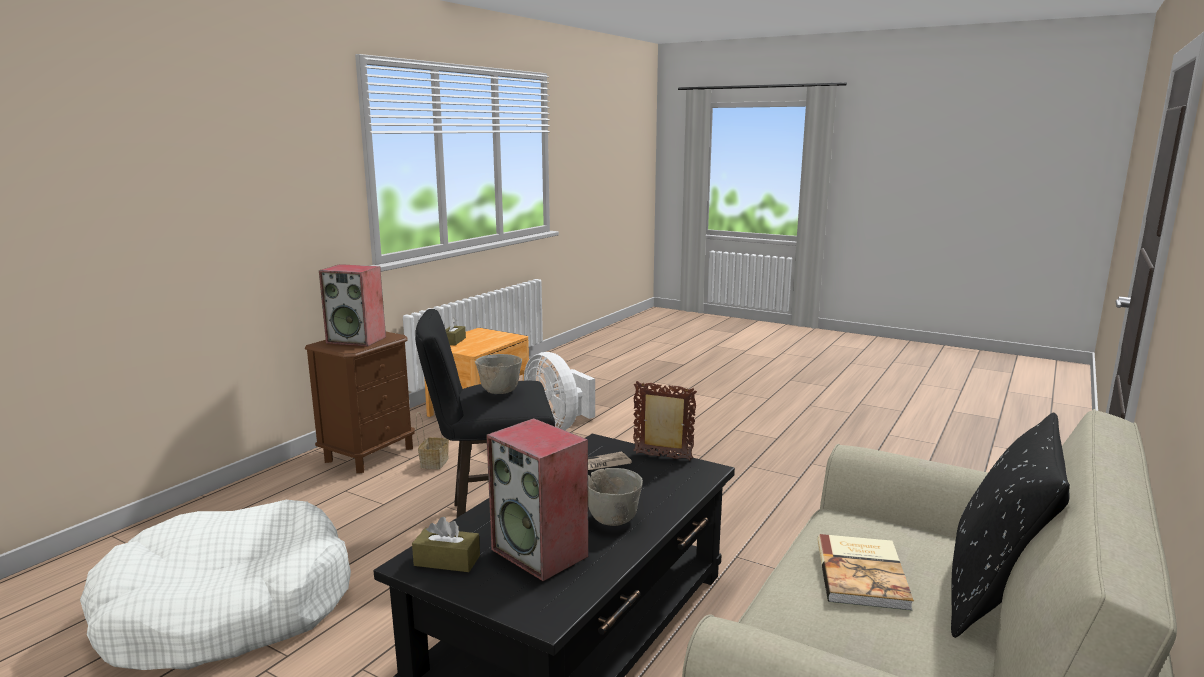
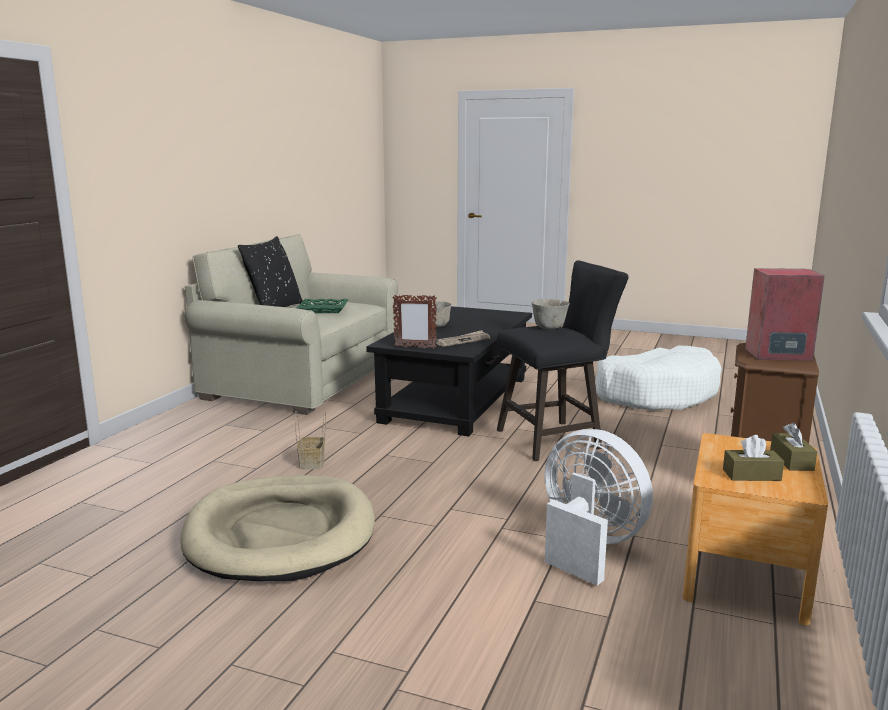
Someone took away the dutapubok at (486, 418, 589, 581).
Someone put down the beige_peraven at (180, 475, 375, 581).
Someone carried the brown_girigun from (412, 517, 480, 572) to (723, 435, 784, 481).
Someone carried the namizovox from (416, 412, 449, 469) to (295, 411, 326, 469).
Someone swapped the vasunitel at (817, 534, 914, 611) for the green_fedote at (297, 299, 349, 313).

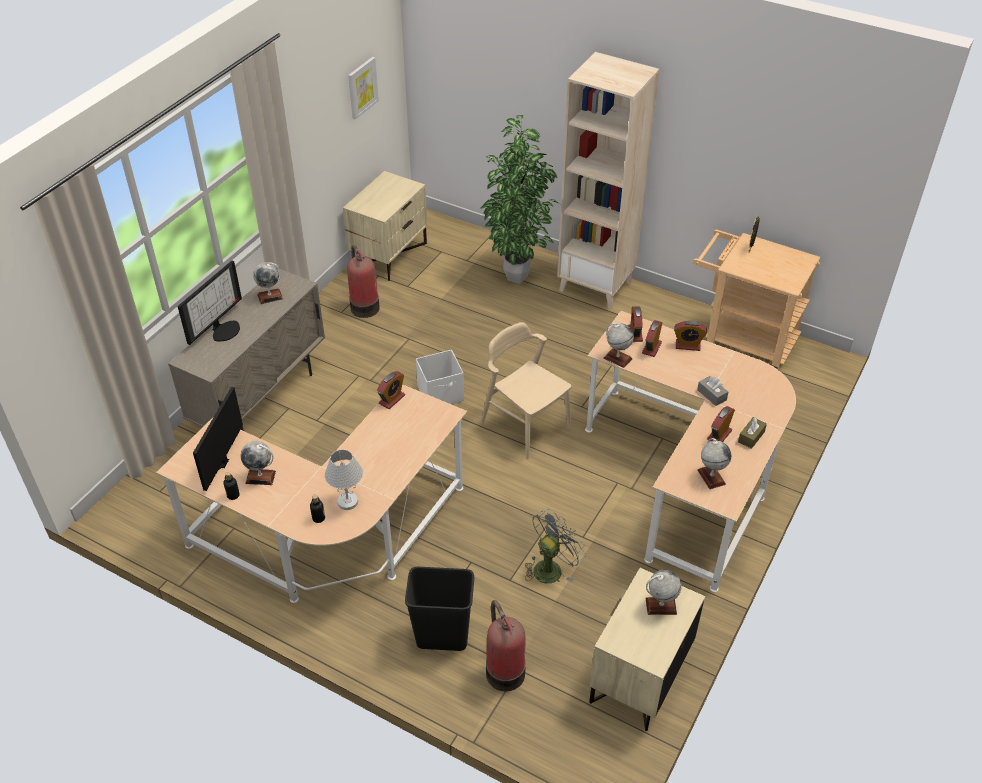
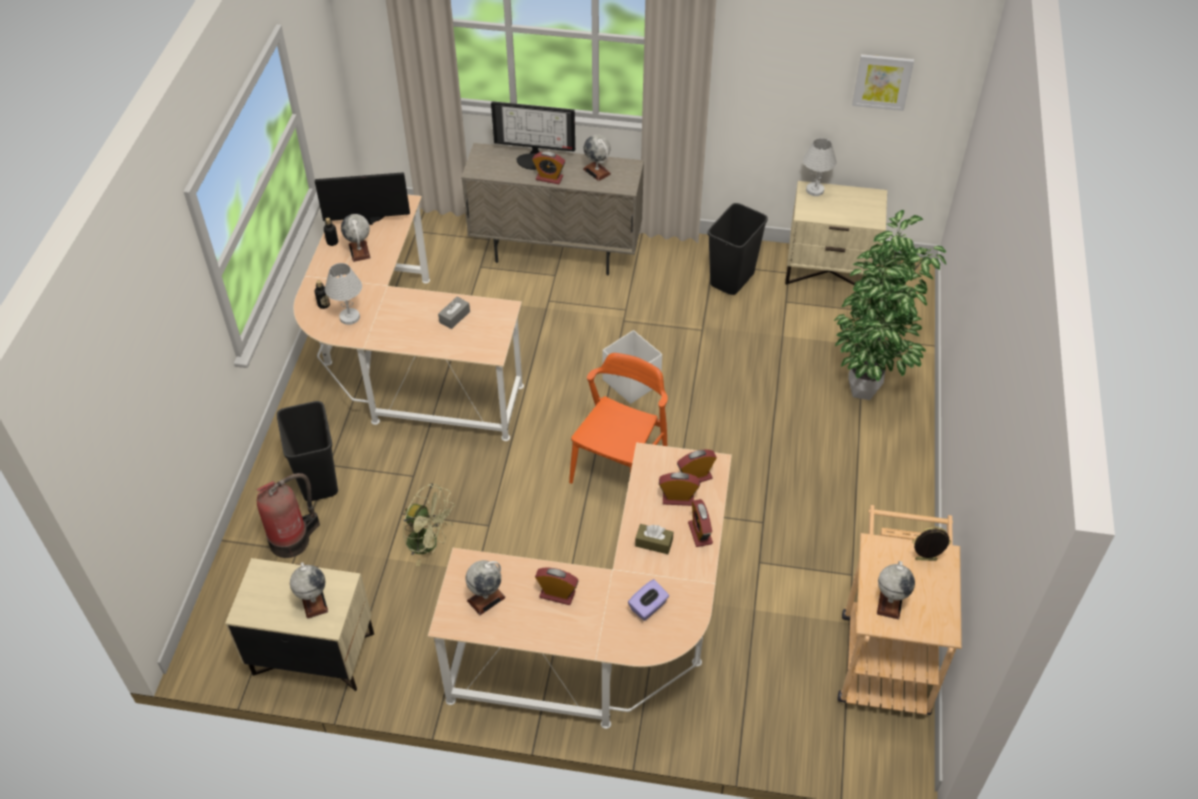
Someone took away the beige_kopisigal at (557, 52, 659, 309).
Someone put down the purple_girigun at (628, 579, 669, 621).
Someone put down the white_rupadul at (803, 138, 836, 196).
Someone carried the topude from (377, 371, 405, 409) to (532, 151, 565, 184).
Someone carried the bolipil from (603, 323, 634, 368) to (877, 561, 915, 619).
Someone carried the grey_girigun from (697, 376, 728, 406) to (438, 297, 470, 329).
Someone carried the brown_girigun from (738, 417, 767, 449) to (635, 524, 673, 554).
Someone swapped the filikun at (347, 245, 380, 318) for the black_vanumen at (707, 203, 768, 295).
Someone repainted the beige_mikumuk at (481, 322, 572, 460), which became the orange_mikumuk at (569, 353, 668, 484).
Someone repainted the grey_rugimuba at (525, 509, 586, 584), which became the green_rugimuba at (403, 483, 455, 566).

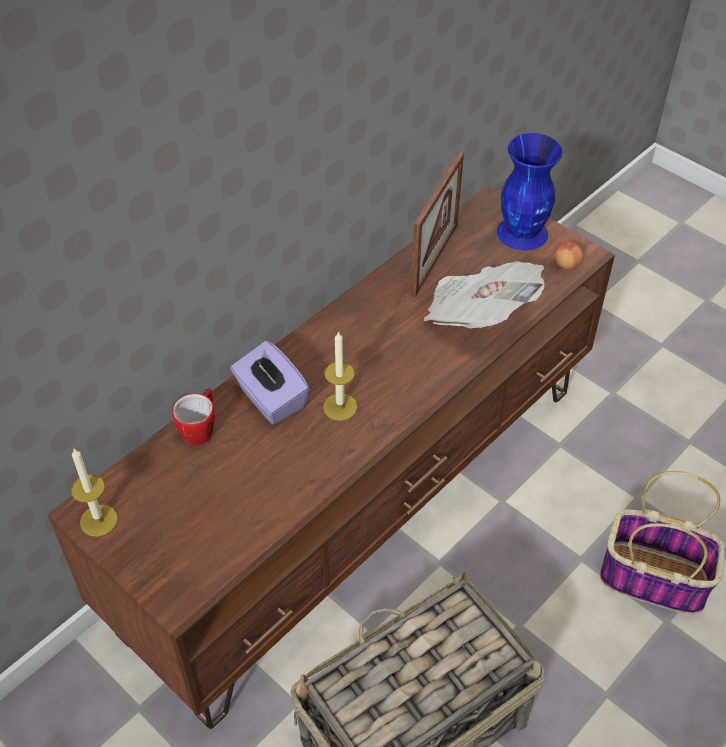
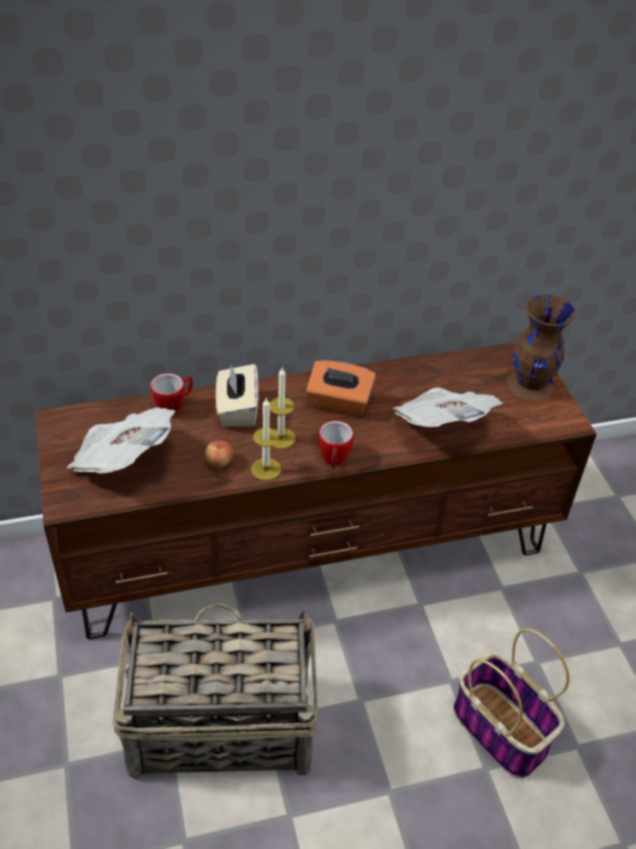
Someone took away the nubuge at (411, 152, 464, 297).
Someone put down the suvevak at (67, 407, 175, 474).
Someone put down the orange_girigun at (306, 360, 376, 416).
Someone put down the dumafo at (318, 421, 354, 468).
Someone carried the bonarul from (71, 449, 118, 537) to (251, 398, 281, 480).
Someone carried the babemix from (554, 242, 583, 270) to (205, 440, 233, 468).
Someone repainted the purple_girigun at (230, 341, 310, 425), which became the beige_girigun at (216, 364, 258, 427).
Someone repainted the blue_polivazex at (497, 133, 562, 250), which became the brown_polivazex at (507, 295, 575, 401).

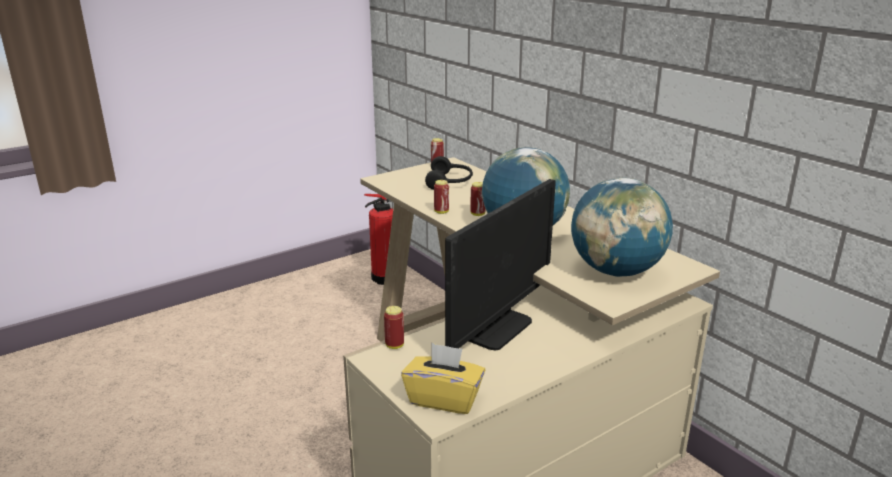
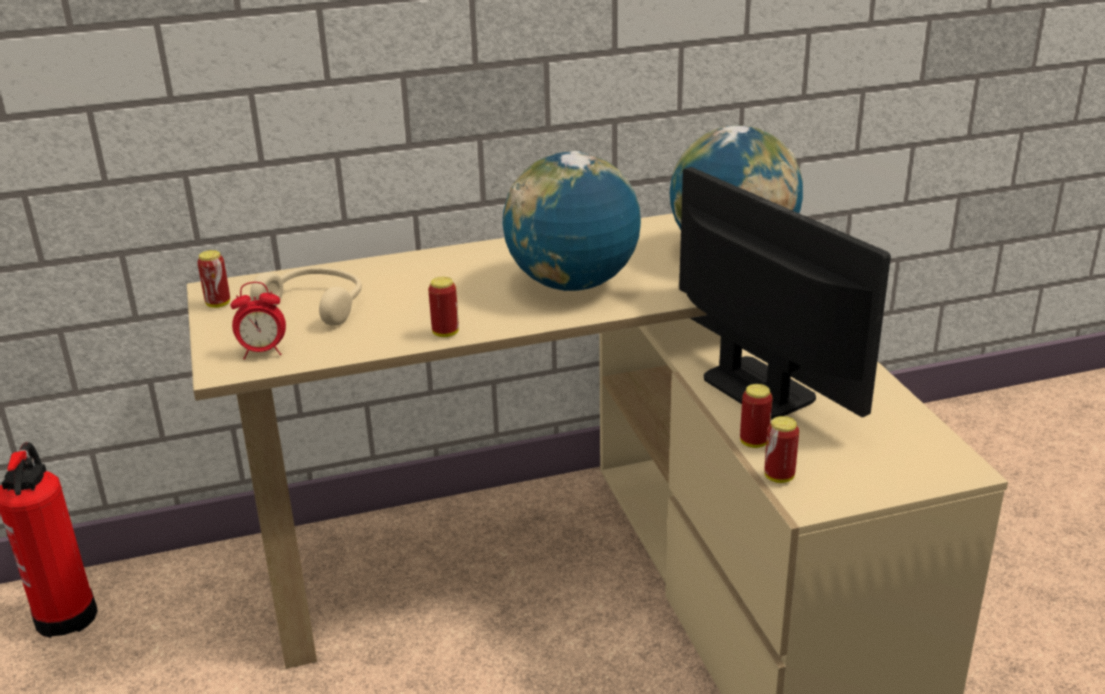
Someone took away the yellow_girigun at (401, 343, 485, 414).
Someone put down the topude at (231, 282, 286, 359).
Someone carried the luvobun from (470, 182, 486, 216) to (740, 384, 773, 448).
Someone repainted the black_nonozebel at (425, 156, 473, 190), which became the beige_nonozebel at (250, 267, 362, 326).

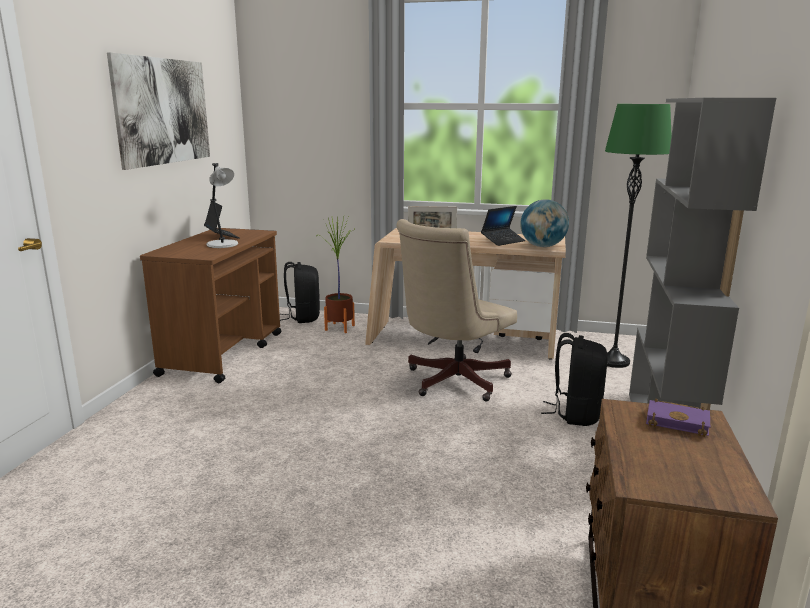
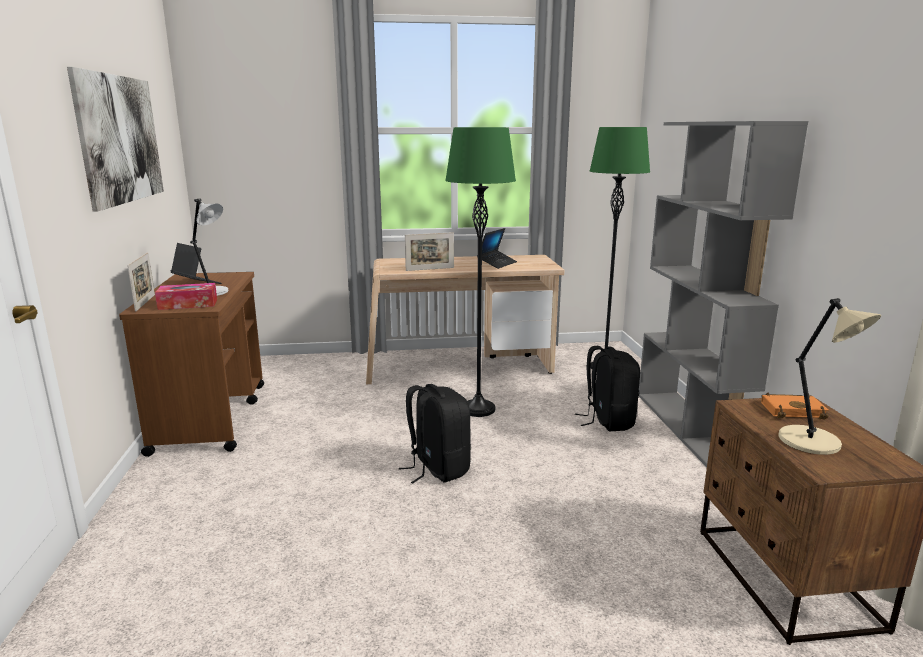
Someone took away the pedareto at (324, 215, 355, 333).
Someone took away the bolipil at (520, 199, 569, 247).
Someone put down the nubuge at (127, 252, 155, 312).
Someone put down the girigun at (155, 283, 217, 310).
Someone put down the beige_rupadul at (778, 298, 881, 455).
Someone carried the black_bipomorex from (280, 262, 320, 323) to (399, 384, 471, 484).
Someone swapped the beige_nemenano at (396, 219, 517, 401) for the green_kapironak at (445, 127, 516, 417).
Someone repainted the purple_vasunitel at (646, 398, 710, 437), which became the orange_vasunitel at (761, 392, 829, 419).

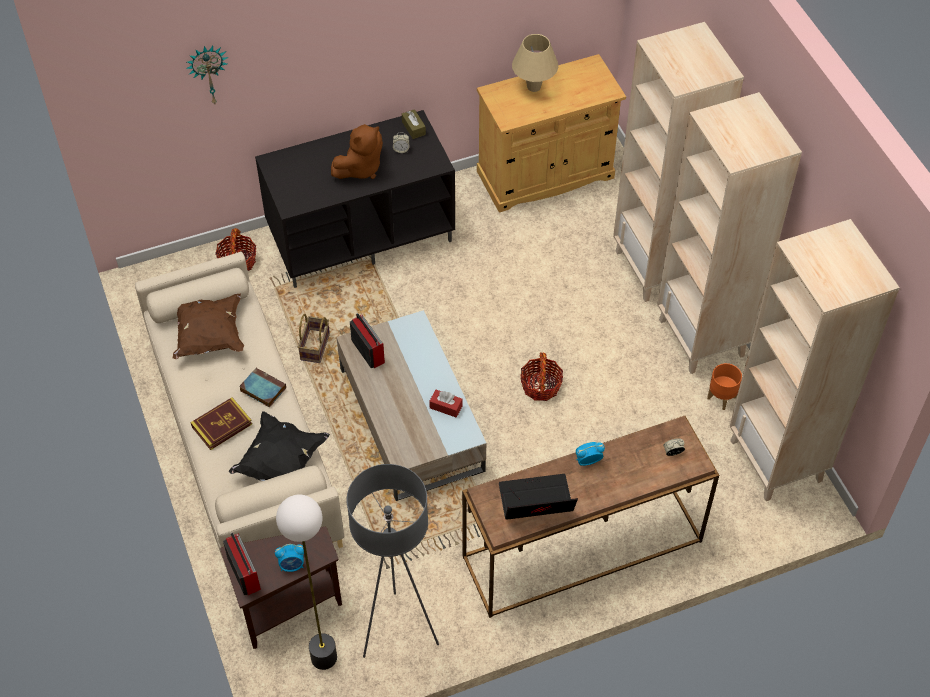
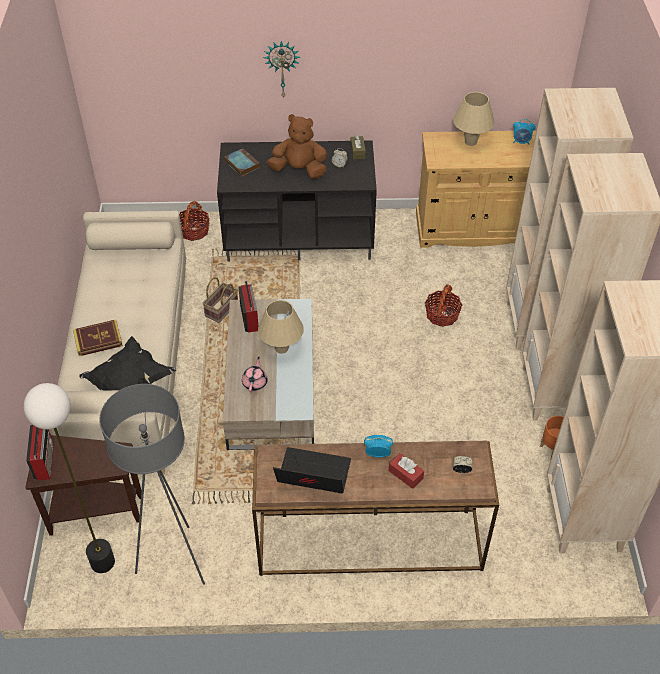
Someone took away the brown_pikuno at (173, 294, 244, 359).
Someone put down the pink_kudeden at (242, 357, 268, 392).
Someone put down the beige_rupadul at (258, 300, 304, 354).
Someone carried the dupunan from (186, 46, 229, 104) to (263, 41, 300, 99).
Someone carried the vasunitel from (239, 368, 286, 408) to (225, 148, 260, 177).
Someone carried the topude from (275, 544, 304, 572) to (513, 119, 536, 145).
Someone carried the red_girigun from (429, 390, 463, 418) to (389, 453, 424, 489).
Someone carried the namizovox from (520, 352, 563, 401) to (425, 284, 462, 327).
Someone rotated the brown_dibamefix at (331, 124, 383, 179) by 150 degrees counterclockwise.

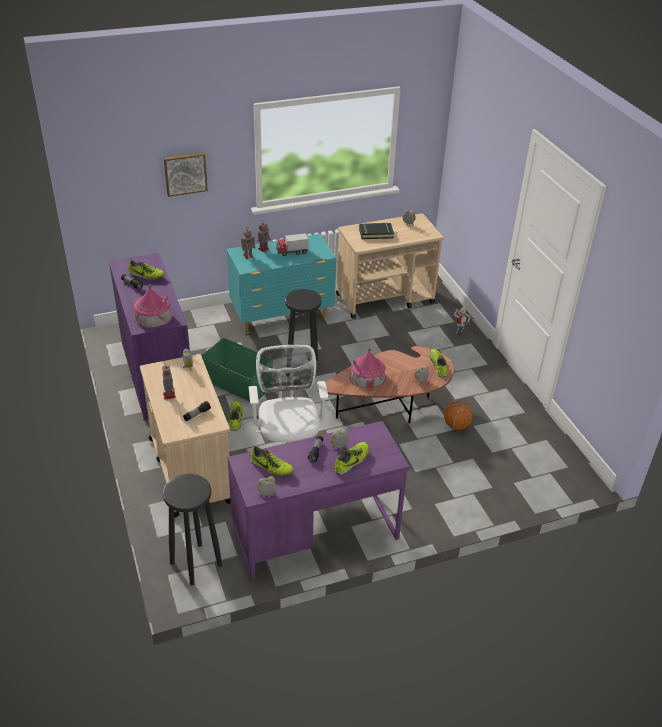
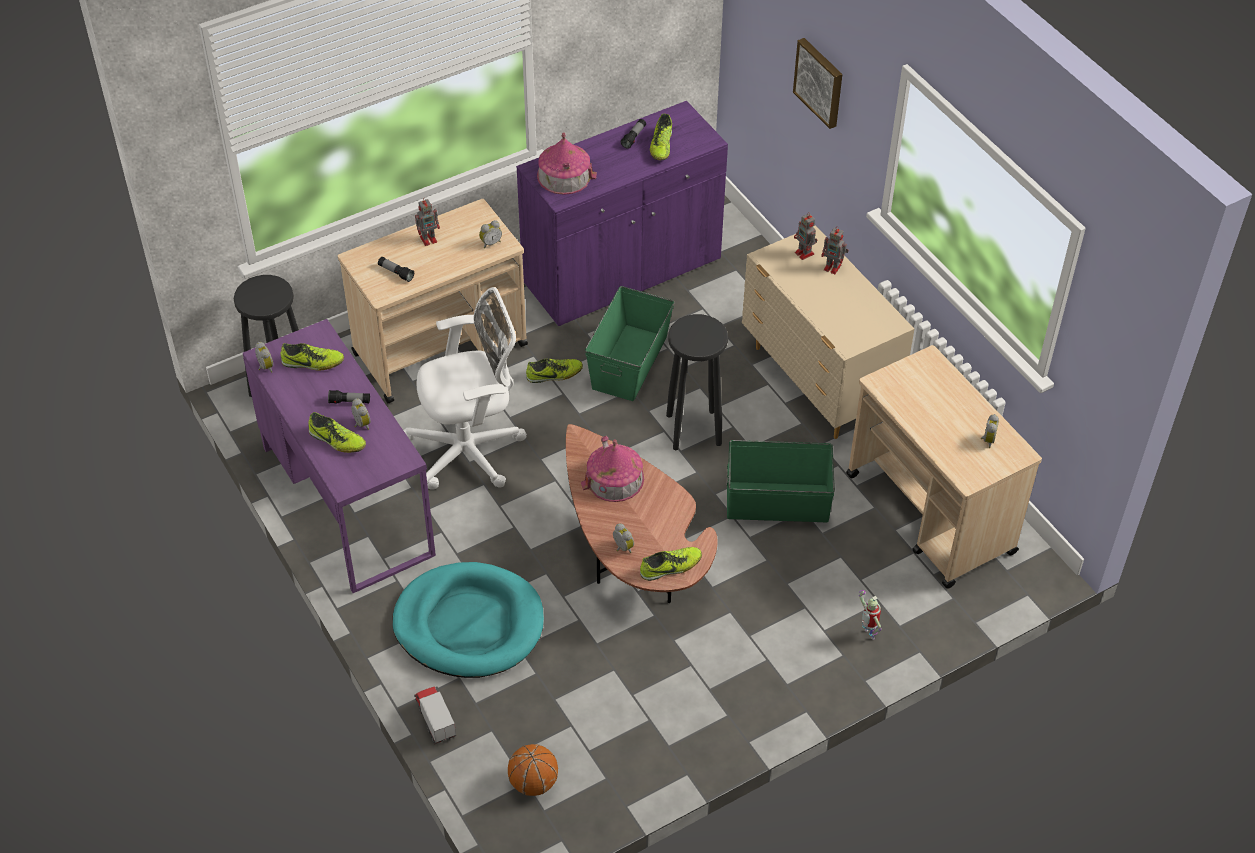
Someone took away the black_vasunitel at (359, 223, 394, 239).
Someone put down the turquoise_peraven at (392, 562, 544, 678).
Someone put down the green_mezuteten at (727, 440, 835, 522).
Someone carried the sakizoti from (276, 233, 309, 256) to (414, 686, 456, 744).
Someone carried the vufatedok from (444, 401, 473, 430) to (508, 744, 558, 796).
Someone repainted the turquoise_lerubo at (227, 234, 336, 334), which became the beige_lerubo at (742, 225, 914, 439).
Someone rotated the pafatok at (250, 446, 294, 476) by 105 degrees counterclockwise.

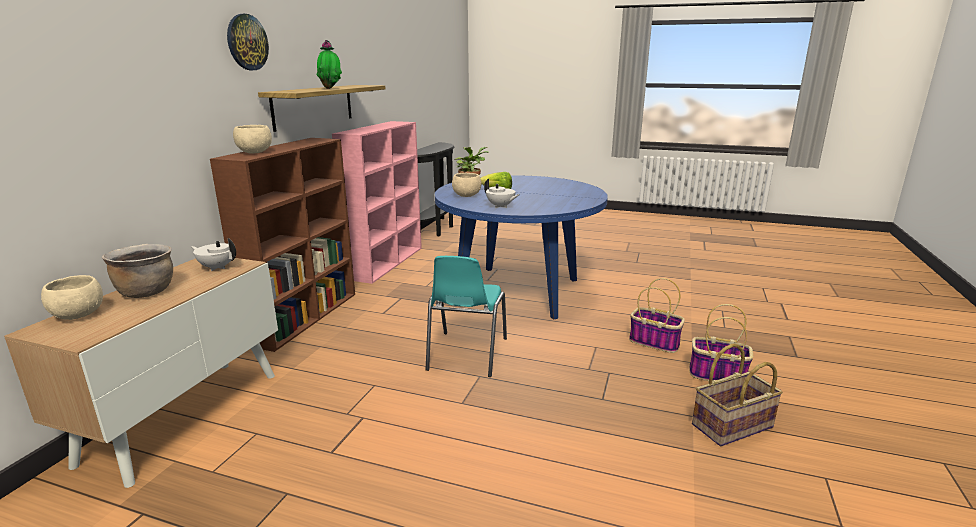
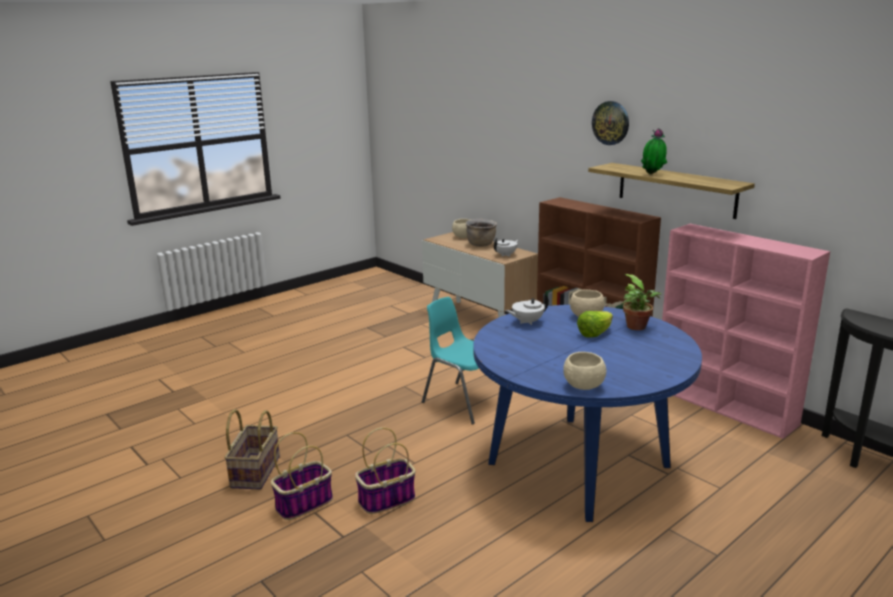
Someone carried the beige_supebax from (233, 125, 272, 154) to (563, 352, 606, 390).

